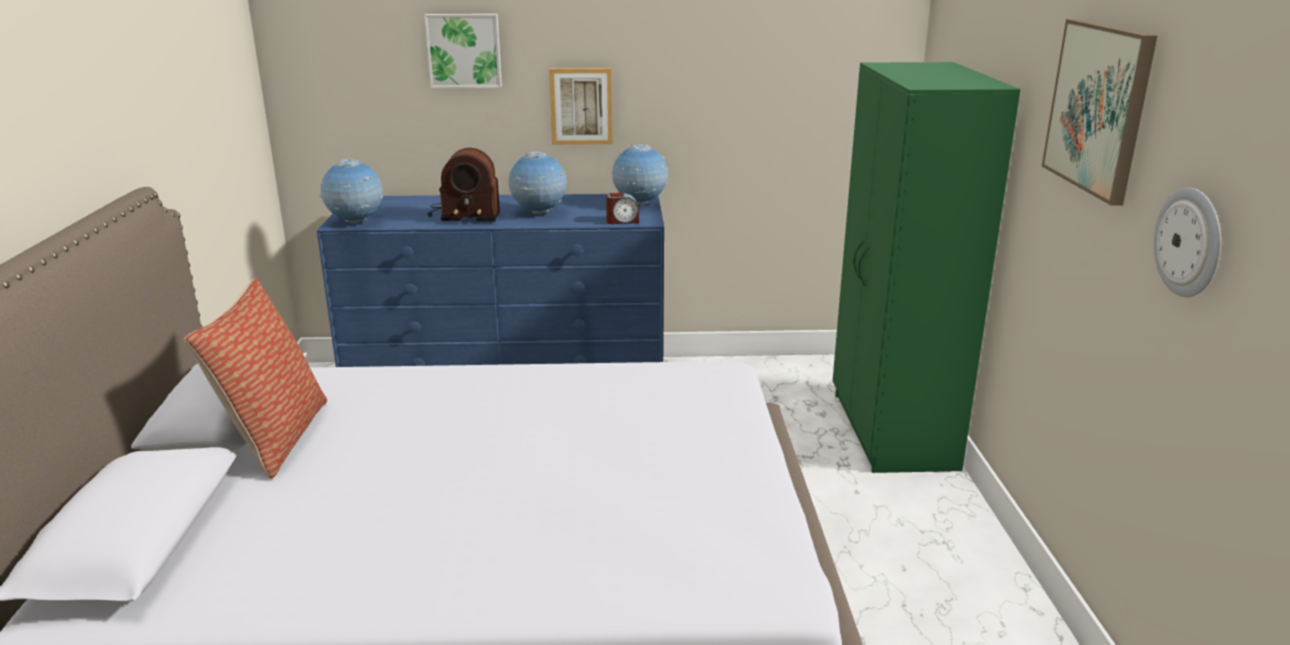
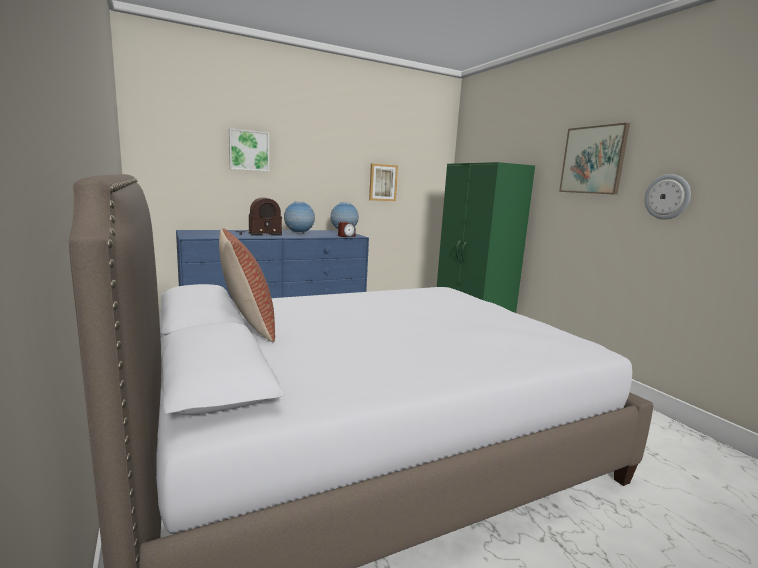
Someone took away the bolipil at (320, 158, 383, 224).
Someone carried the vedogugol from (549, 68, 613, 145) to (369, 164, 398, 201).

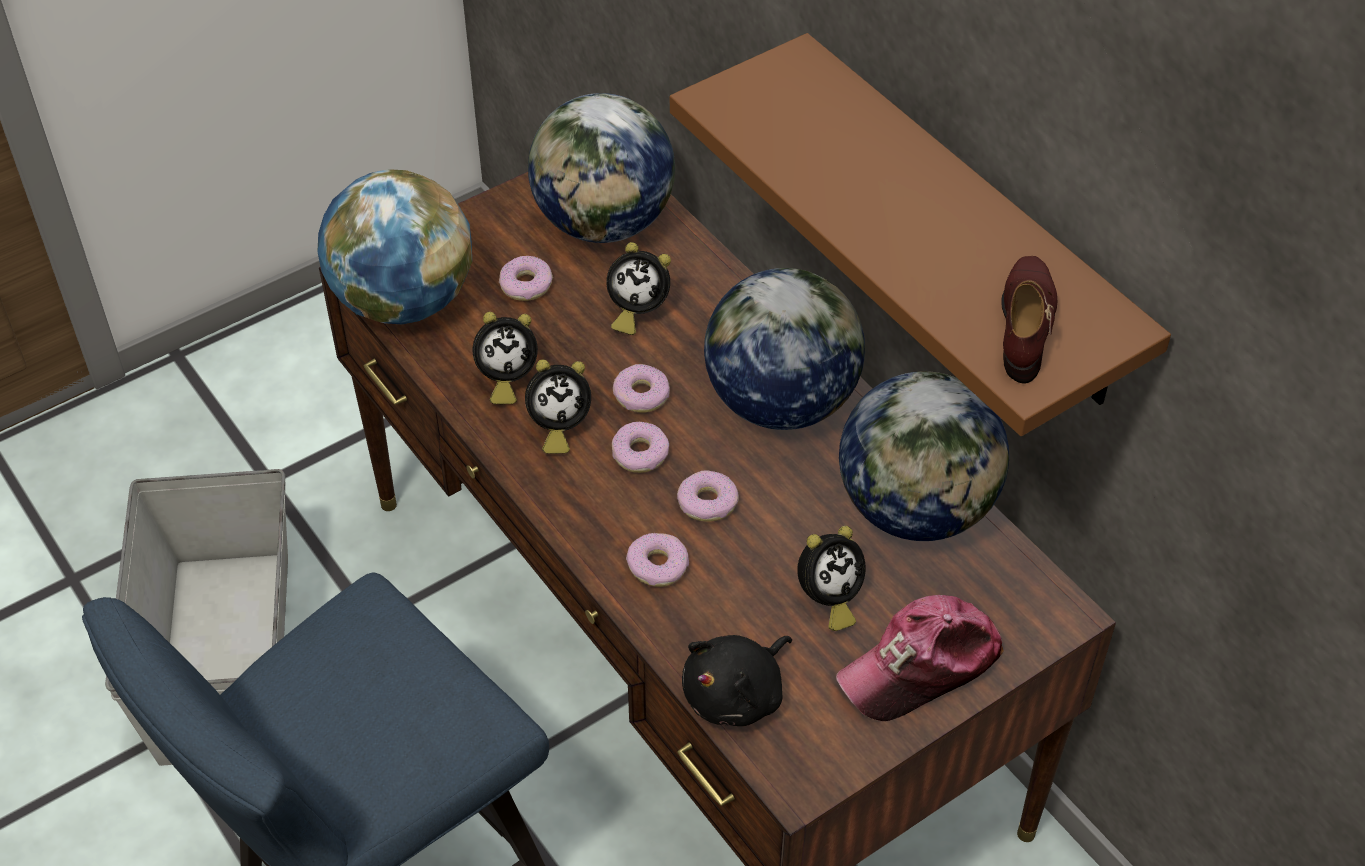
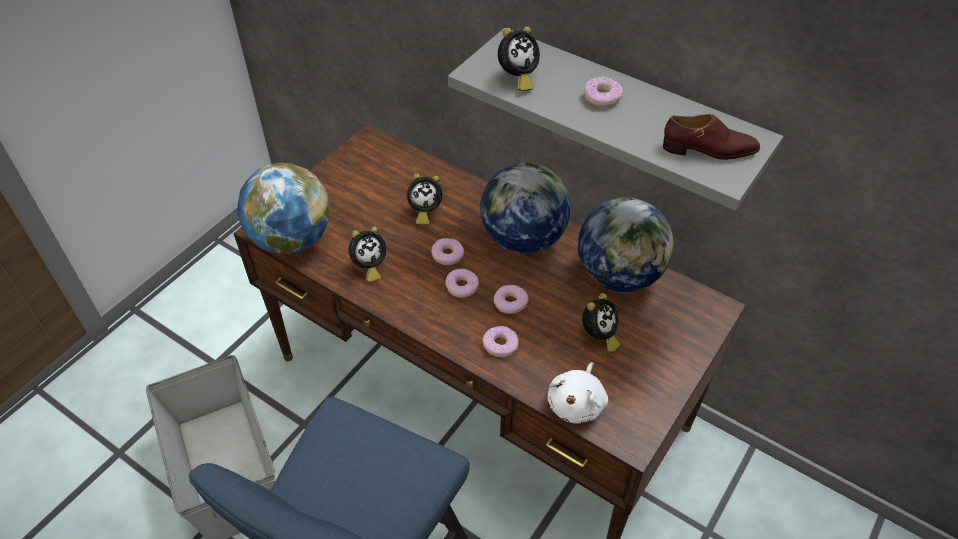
Someone took away the bolipil at (528, 93, 675, 243).
Someone took away the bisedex at (836, 595, 1004, 721).
Someone carried the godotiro from (499, 256, 553, 301) to (584, 76, 623, 107).
Someone carried the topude from (525, 359, 591, 454) to (498, 26, 540, 91).
Someone repainted the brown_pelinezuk at (670, 33, 1171, 436), which became the grey_pelinezuk at (448, 28, 784, 211).
Someone repainted the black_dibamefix at (682, 635, 792, 726), which became the white_dibamefix at (547, 362, 608, 424).
Someone rotated the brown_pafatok at (1001, 256, 1058, 384) by 105 degrees clockwise.

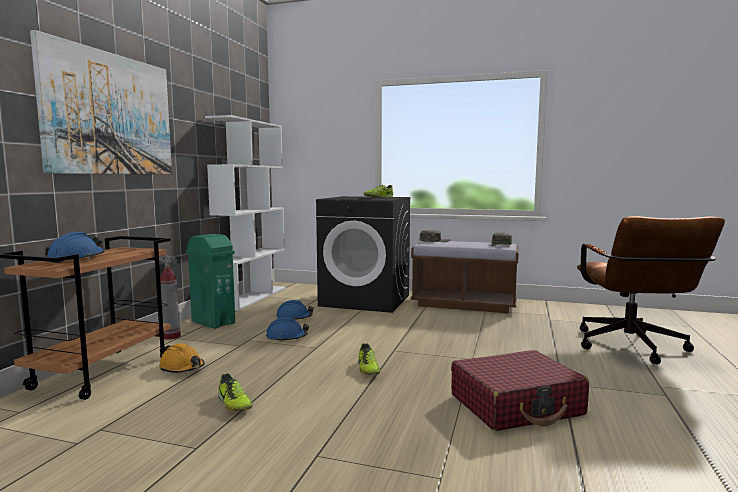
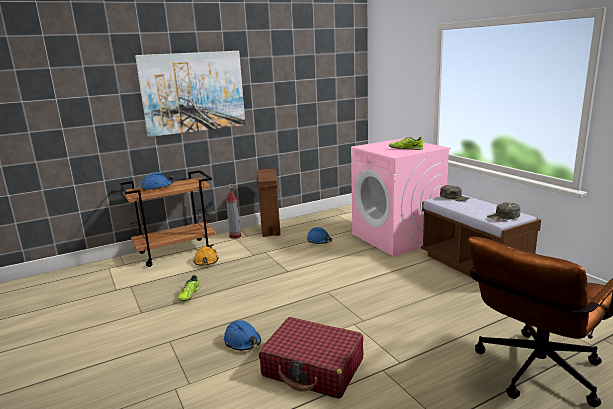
Someone took away the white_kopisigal at (205, 115, 286, 311).
Someone took away the pafatok at (358, 343, 380, 375).
Someone carried the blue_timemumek from (266, 317, 309, 342) to (224, 320, 261, 351).
Someone repainted the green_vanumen at (186, 234, 235, 329), which became the brown_vanumen at (257, 169, 280, 237).
Someone repainted the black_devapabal at (316, 196, 411, 313), which became the pink_devapabal at (351, 138, 451, 257).

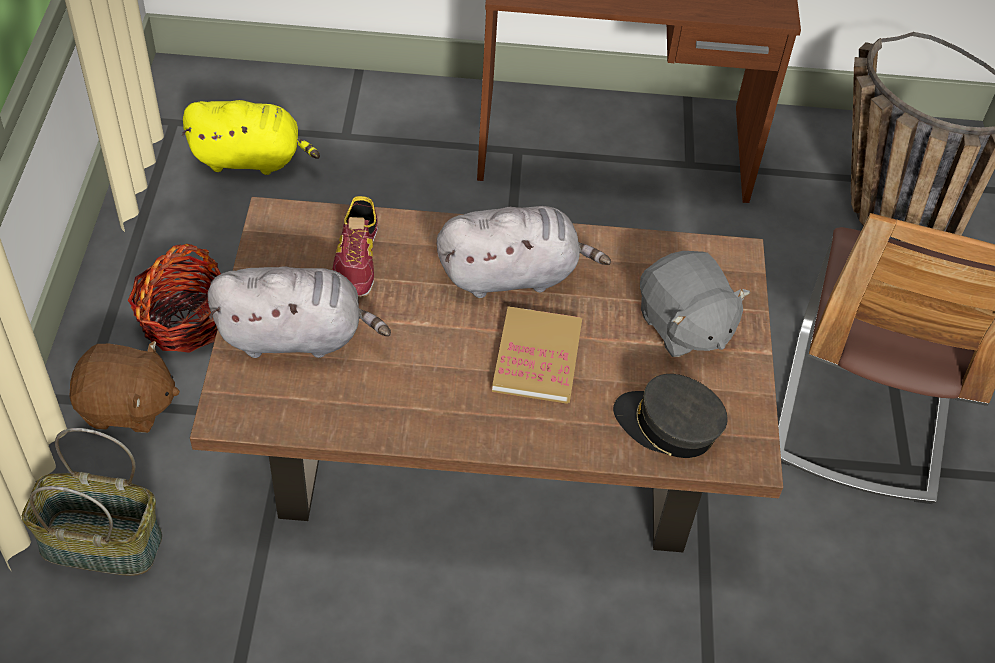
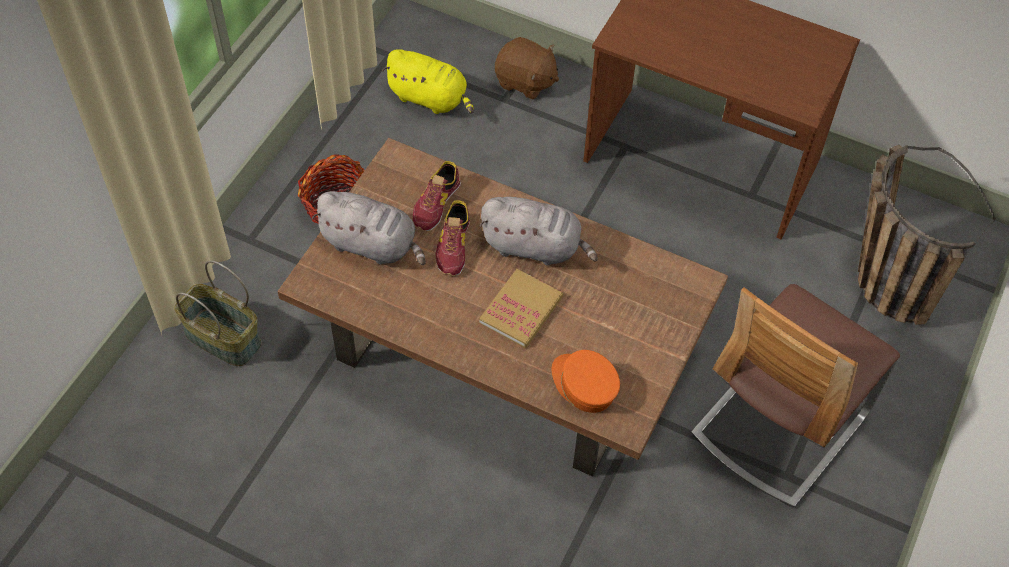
Someone took away the grey_dibamefix at (640, 251, 750, 357).
Someone put down the pafatok at (435, 200, 470, 276).
Someone carried the brown_dibamefix from (69, 341, 180, 433) to (495, 37, 559, 100).
Someone repainted the grey_bisedex at (613, 374, 728, 458), which became the orange_bisedex at (551, 350, 620, 413).

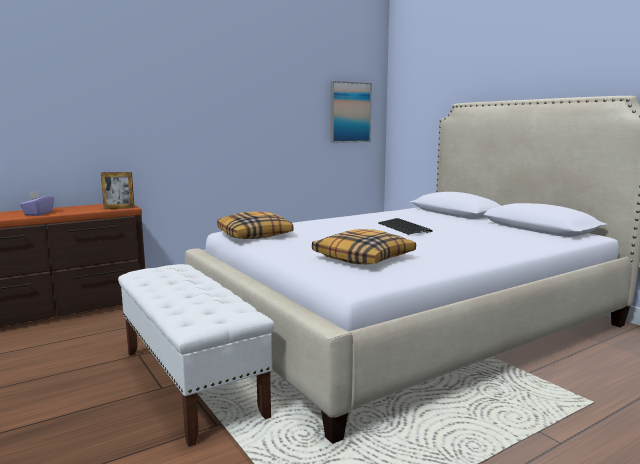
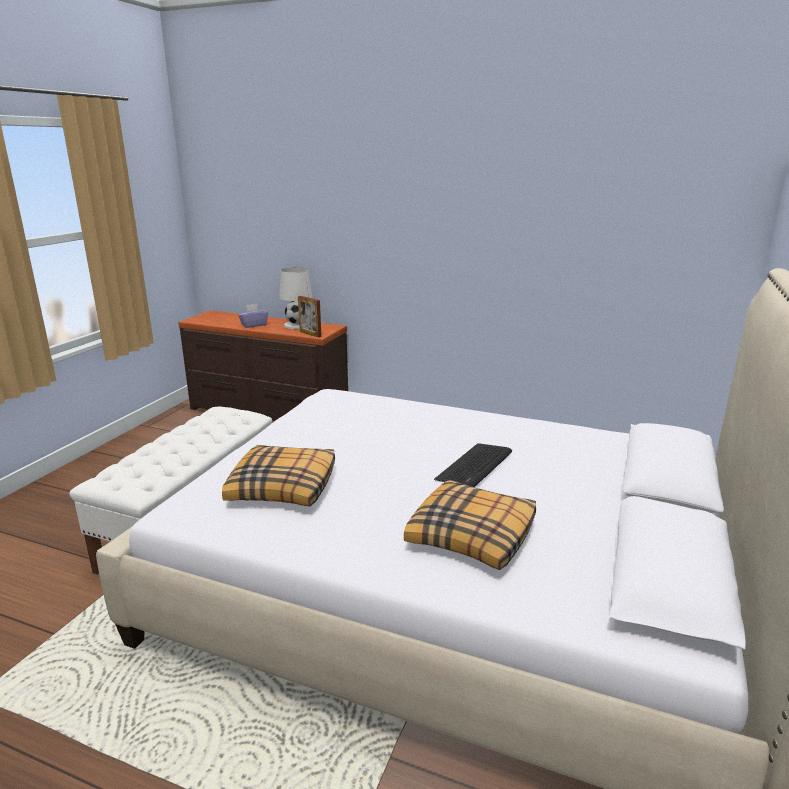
Someone took away the vedogugol at (330, 81, 372, 143).
Someone put down the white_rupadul at (279, 267, 312, 329).
Someone carried the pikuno from (217, 212, 293, 239) to (404, 480, 536, 570).

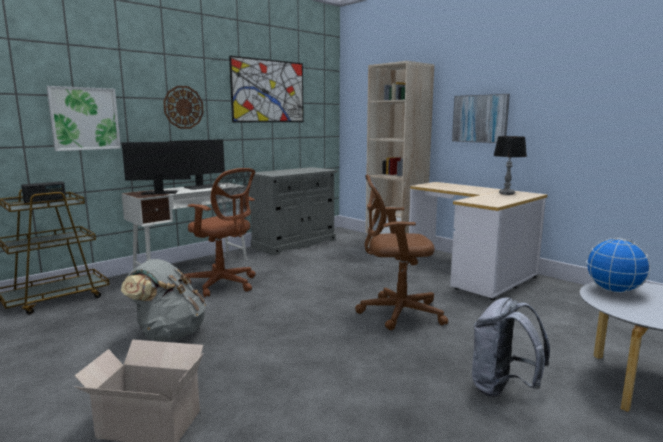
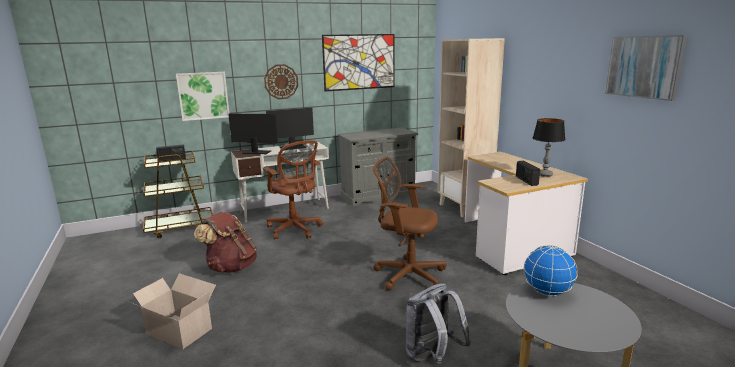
Someone put down the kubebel at (516, 161, 540, 186).
Someone carried the vedogugol from (452, 94, 510, 143) to (605, 35, 687, 101).
Someone repainted the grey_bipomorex at (121, 259, 206, 341), which became the brown_bipomorex at (194, 212, 257, 273).

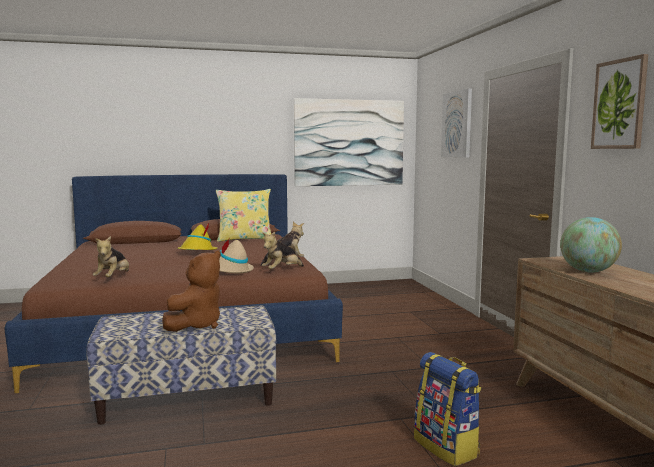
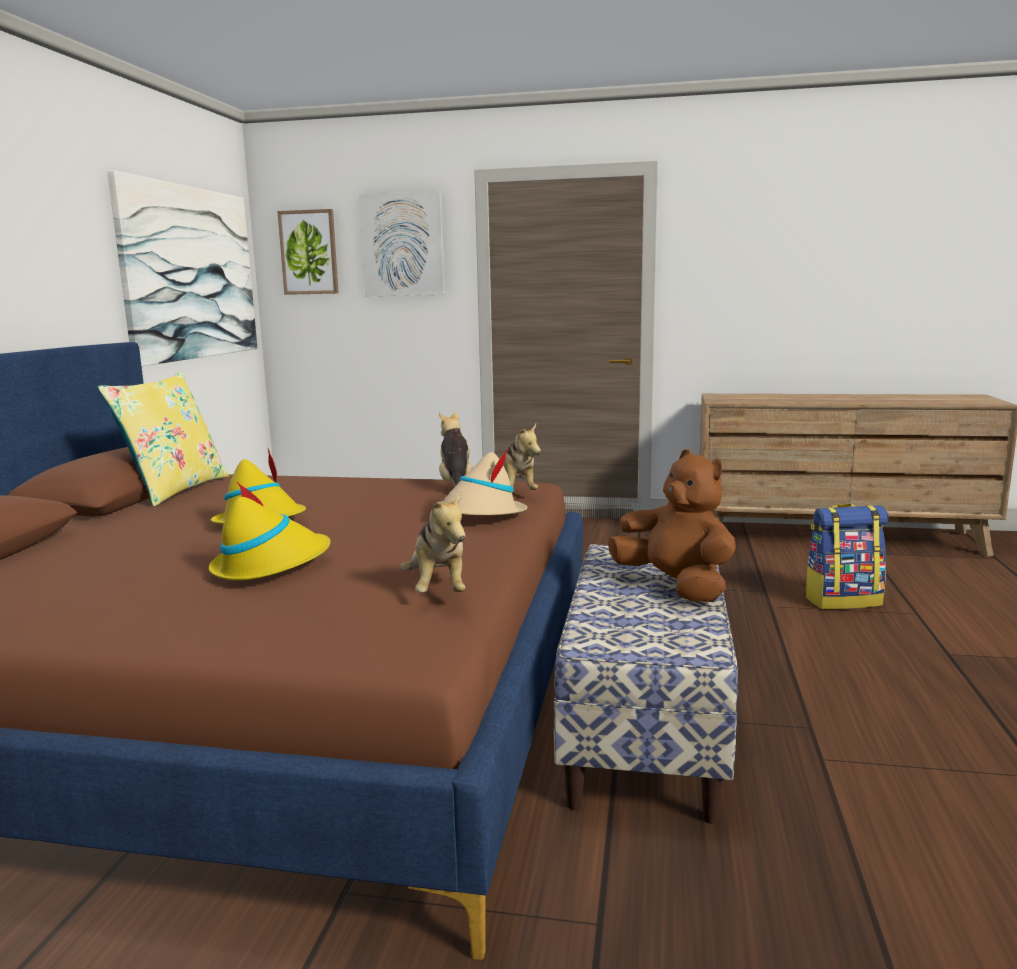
Someone took away the bolipil at (560, 217, 622, 272).
Someone put down the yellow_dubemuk at (209, 481, 331, 581).
Someone carried the vedogugol from (591, 54, 648, 149) to (278, 209, 339, 295).
Someone rotated the dibamefix at (93, 236, 129, 277) by 45 degrees clockwise.

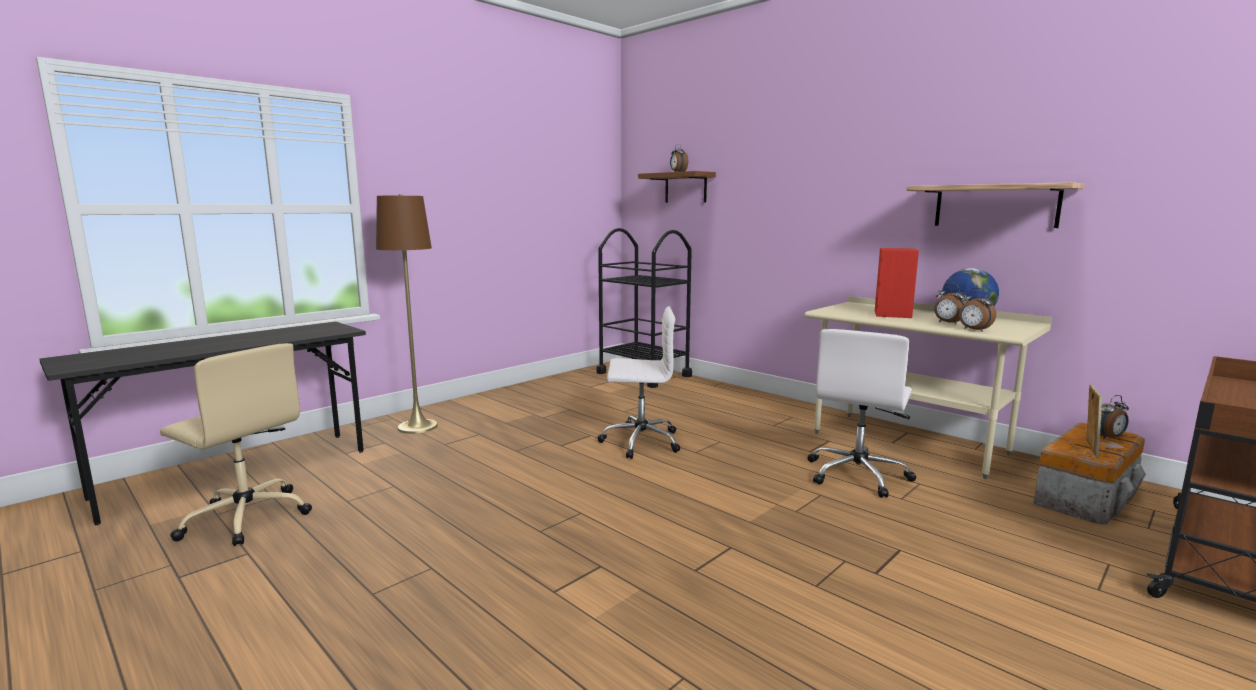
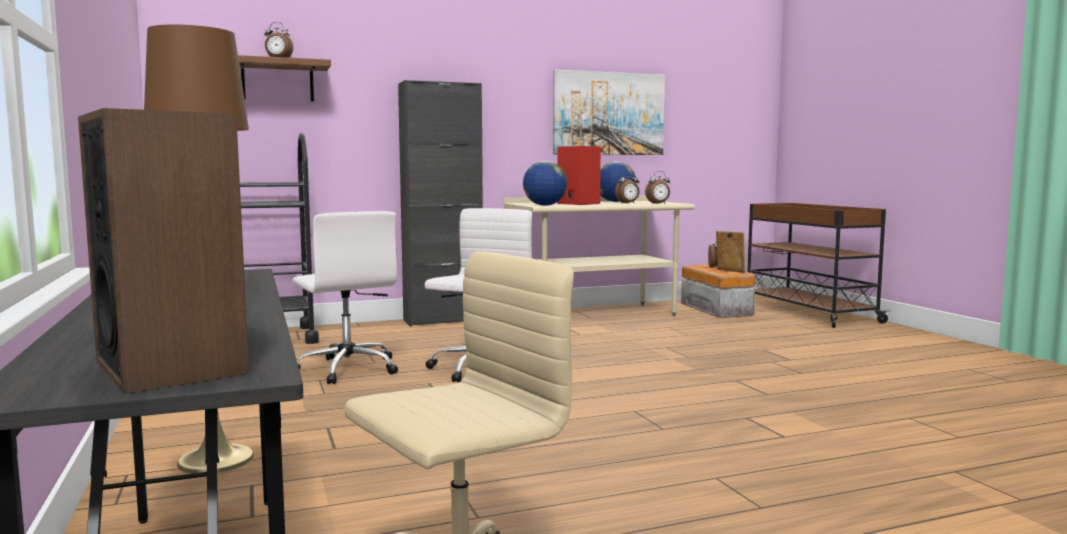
Someone put down the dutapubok at (78, 108, 249, 394).
Someone put down the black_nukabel at (398, 80, 483, 327).
Someone put down the bolipil at (523, 161, 567, 206).
Someone carried the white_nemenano from (807, 329, 916, 498) to (292, 211, 398, 384).
Someone swapped the pelinezuk at (906, 182, 1084, 228) for the vedogugol at (553, 70, 665, 155).

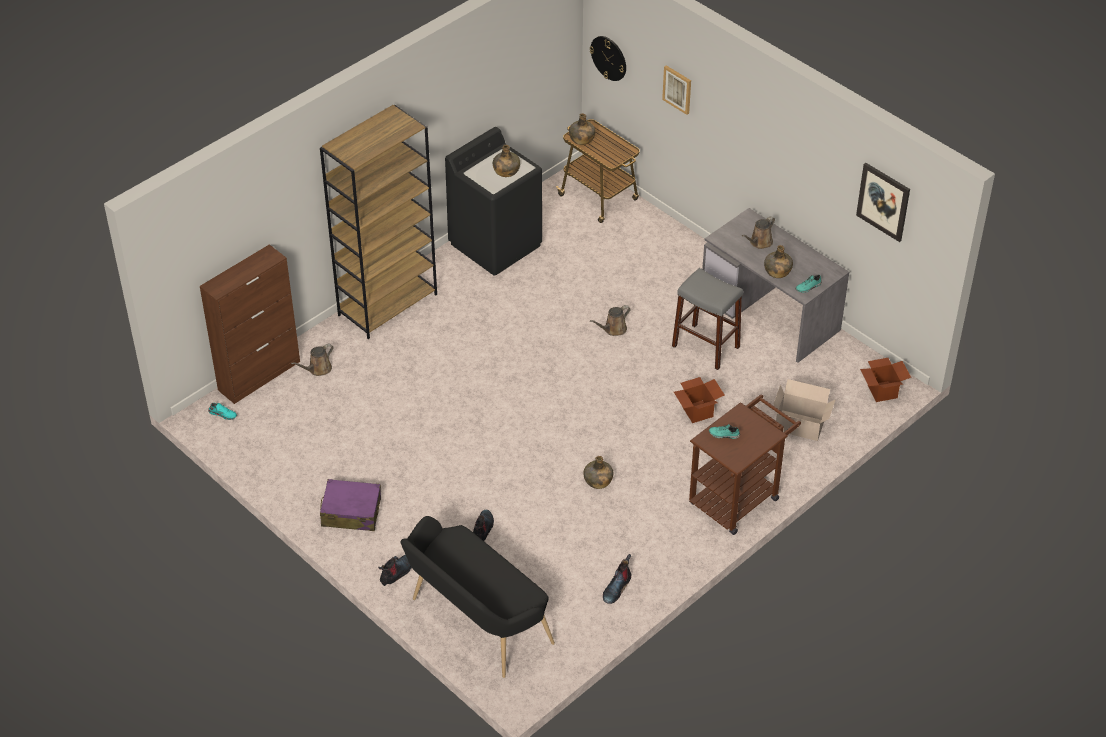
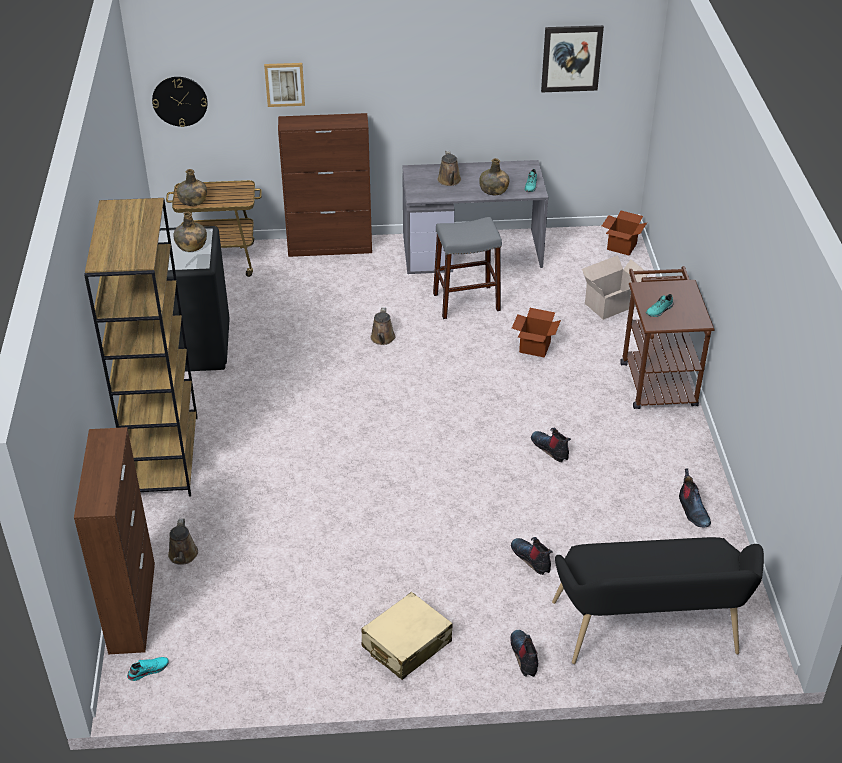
Someone put down the brown_nukabel at (278, 113, 372, 257).
Someone swapped the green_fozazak at (583, 456, 613, 489) for the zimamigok at (531, 428, 571, 462).
Someone repainted the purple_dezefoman at (320, 479, 381, 531), which became the beige_dezefoman at (361, 592, 452, 680).

